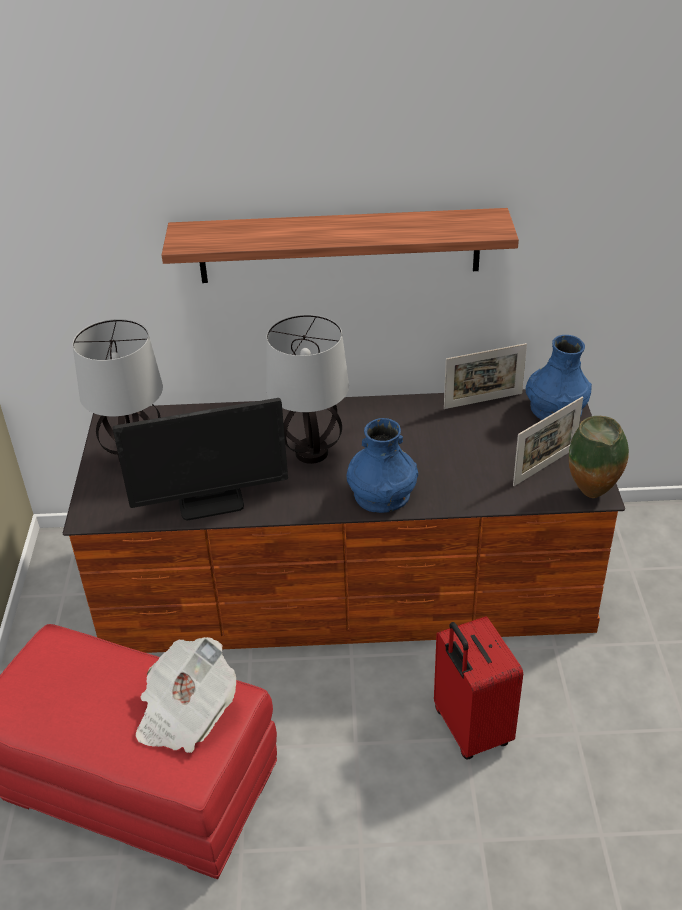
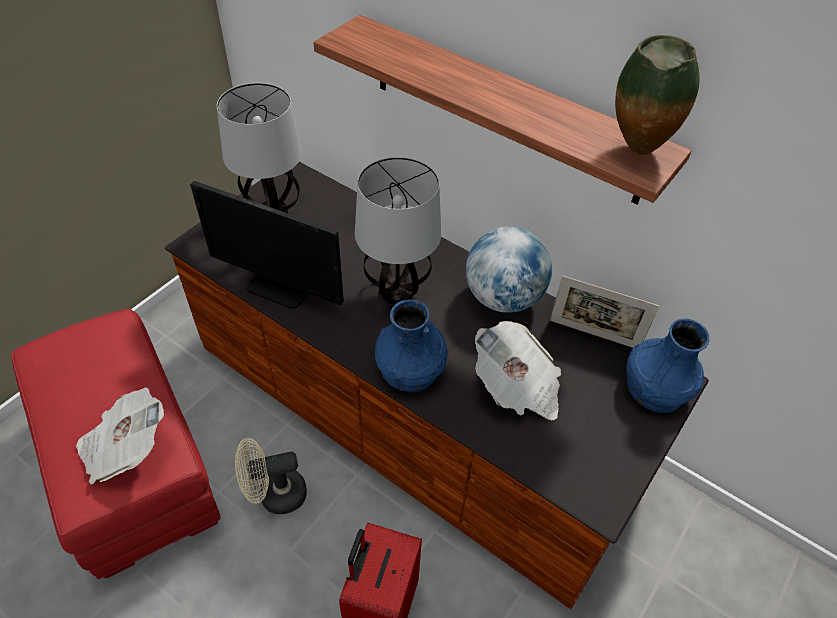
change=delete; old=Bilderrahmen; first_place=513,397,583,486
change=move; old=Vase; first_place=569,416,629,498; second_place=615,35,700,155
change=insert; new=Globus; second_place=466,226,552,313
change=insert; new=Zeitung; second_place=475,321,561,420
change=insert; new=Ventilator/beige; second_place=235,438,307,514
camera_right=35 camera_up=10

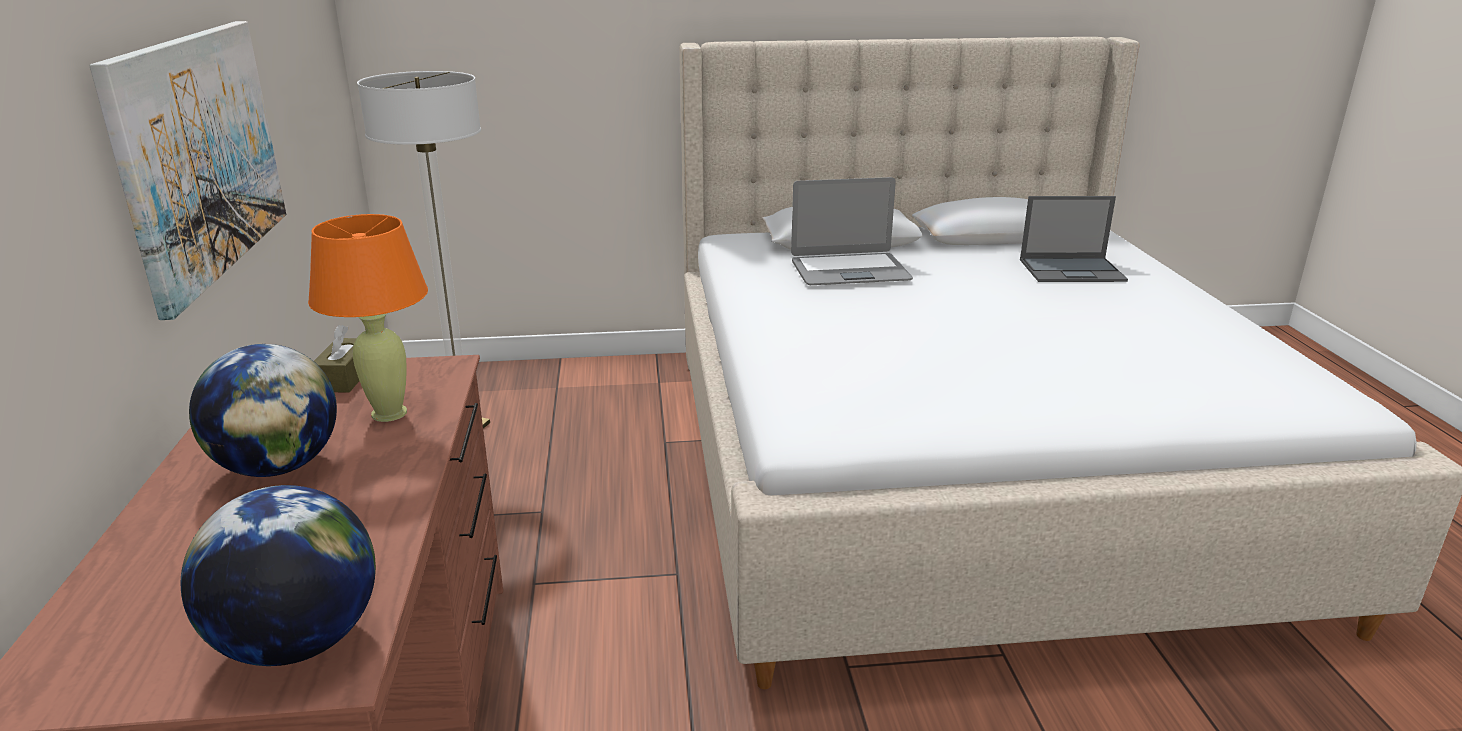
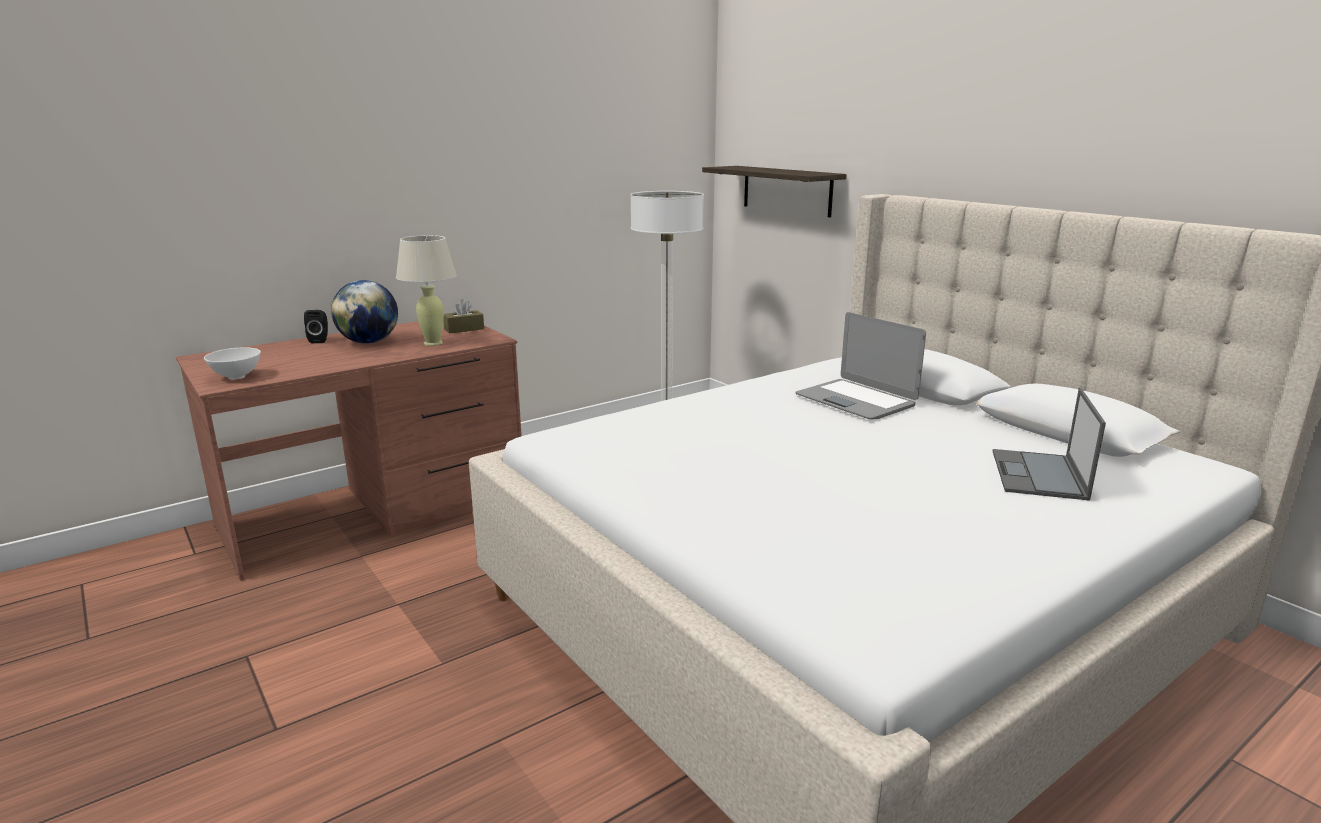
change=delete; old=Bild; first_place=90,21,286,320
change=rotate; old=Laptop; first_place=1020,196,1128,282; second_place=993,388,1106,501; degrees=45
change=recolor; old=Tischlampe/orange; new=Tischlampe/beige; first_place=308,214,428,422; second_place=396,235,457,346
change=replace; old=Globus; new=Schüssel/weiß; first_place=180,485,376,666; second_place=204,347,261,380
change=insert; new=Wandregal; second_place=702,166,847,217
change=insert; new=Lautsprecher/schwarz; second_place=304,310,328,343
camera_right=60 camera_up=-5

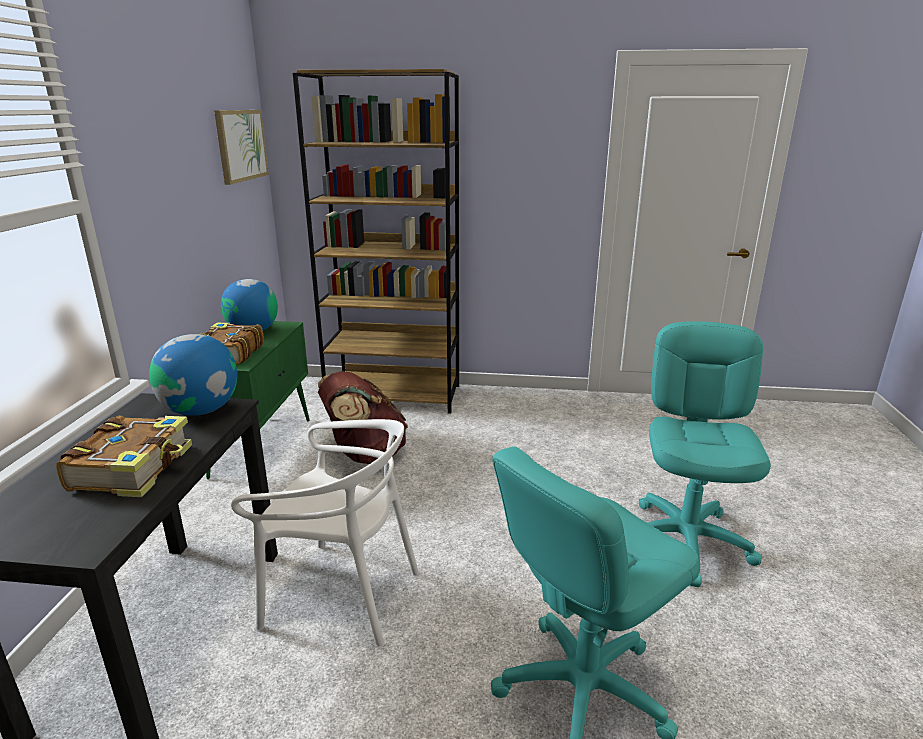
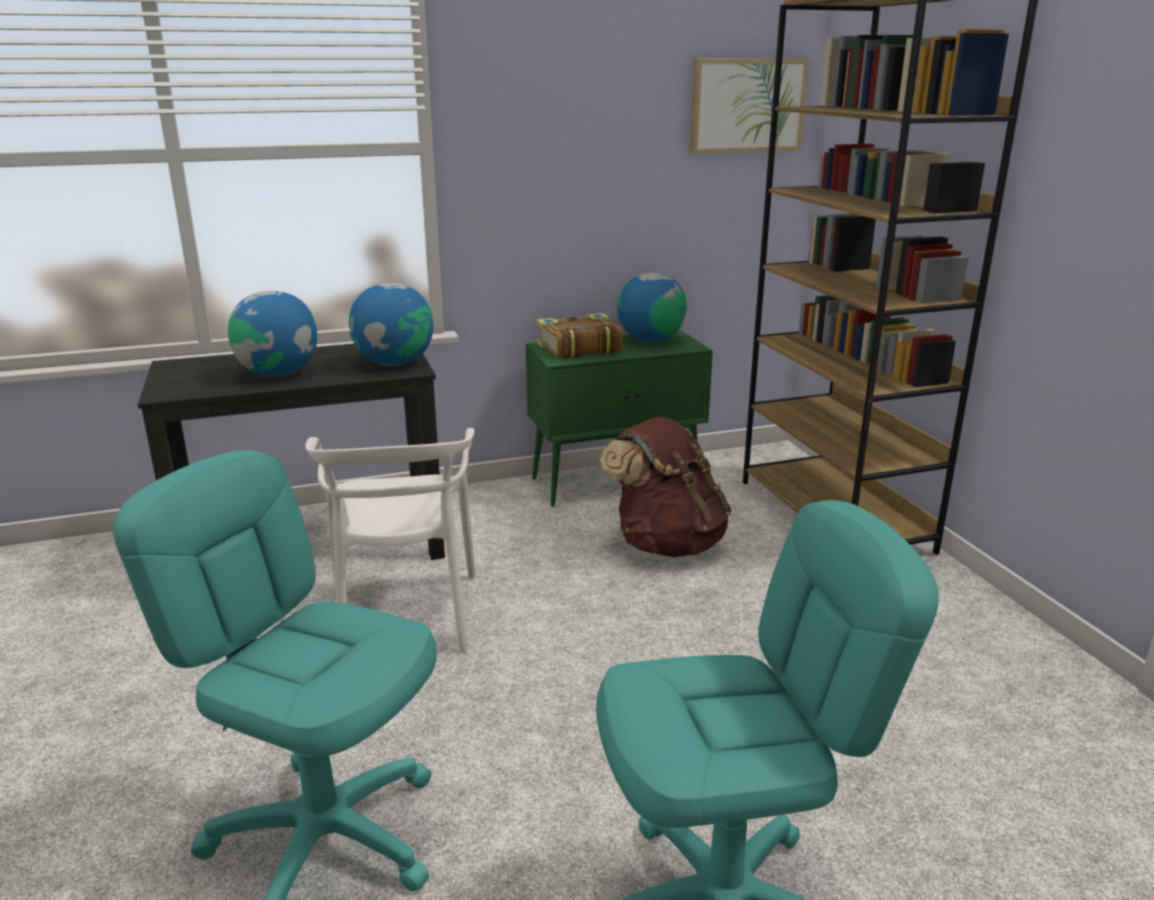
change=replace; old=Buch; new=Globus; first_place=56,416,192,497; second_place=228,291,317,377
camera_right=65 camera_up=0

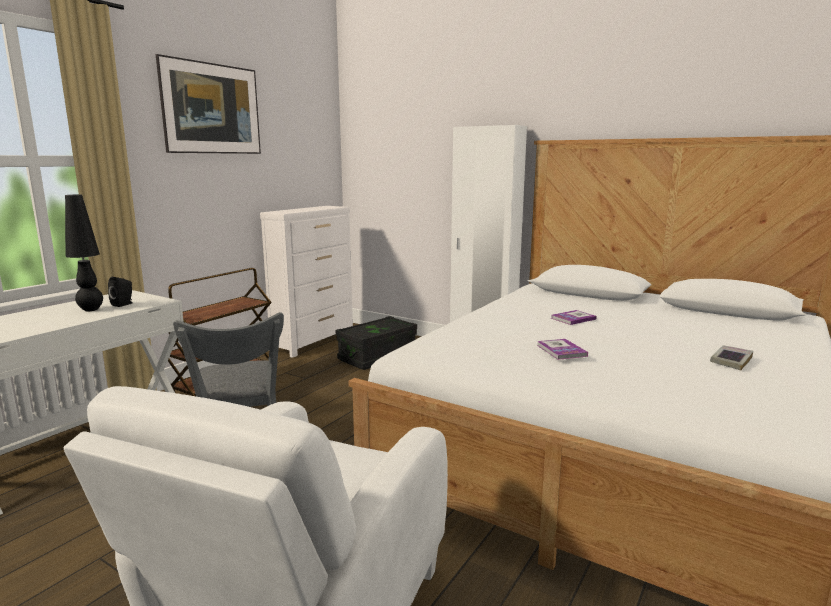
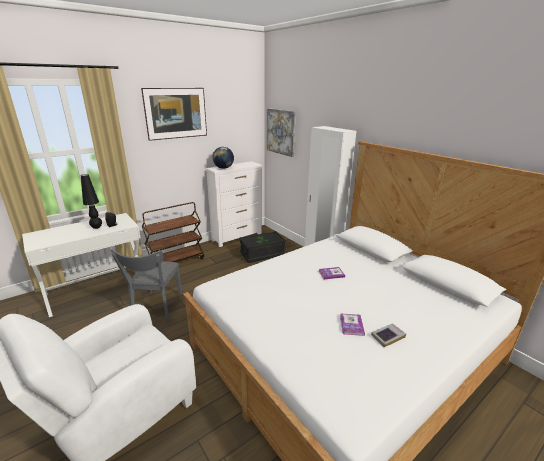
change=move; old=Buch; first_place=537,339,588,360; second_place=340,313,365,336
change=insert; new=Bild; second_place=267,108,296,157
change=insert; new=Globus; second_place=212,147,234,169
camera_right=20 camera_up=10

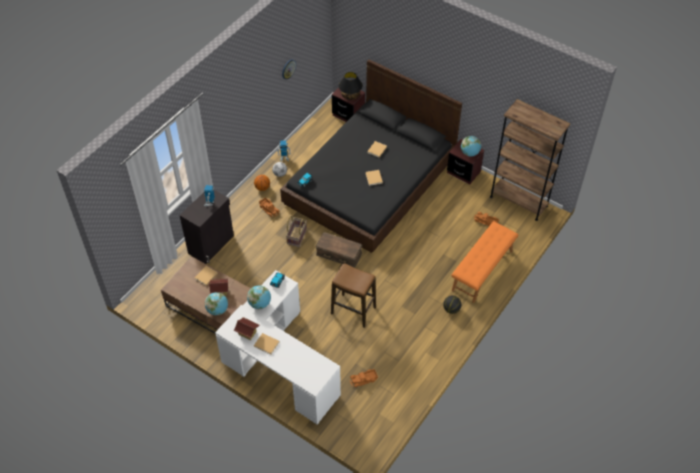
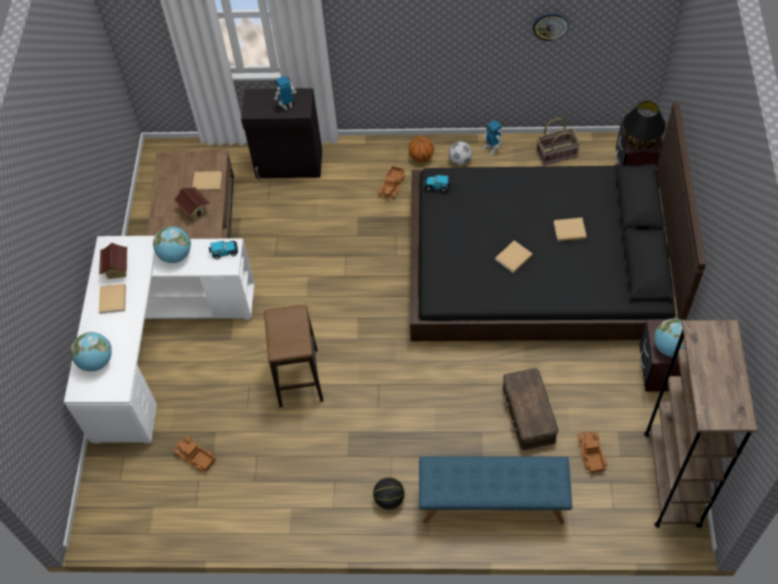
change=move; old=Korb; first_place=286,216,307,247; second_place=536,118,580,166
change=recolor; old=Bank/orange; new=Bank/blau; first_place=451,221,518,303; second_place=419,456,572,524
change=move; old=Aufbewahrungsbox/braun; first_place=316,232,362,268; second_place=503,368,558,450
change=move; old=Globus; first_place=205,292,228,316; second_place=71,332,112,371
camera_right=60 camera_up=5

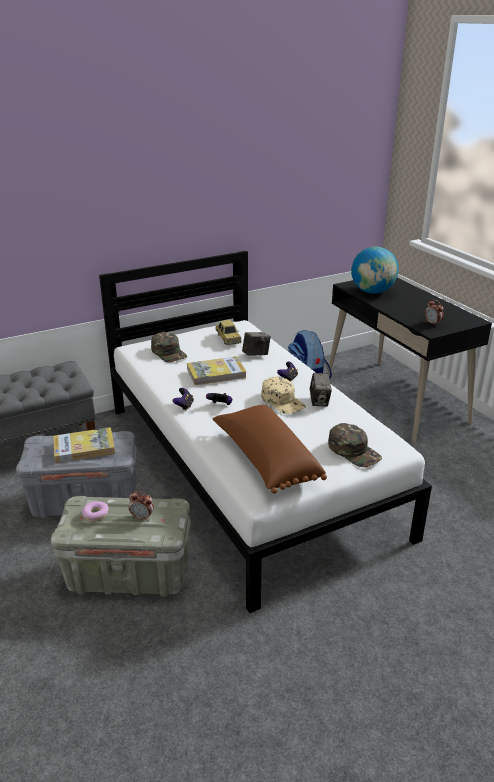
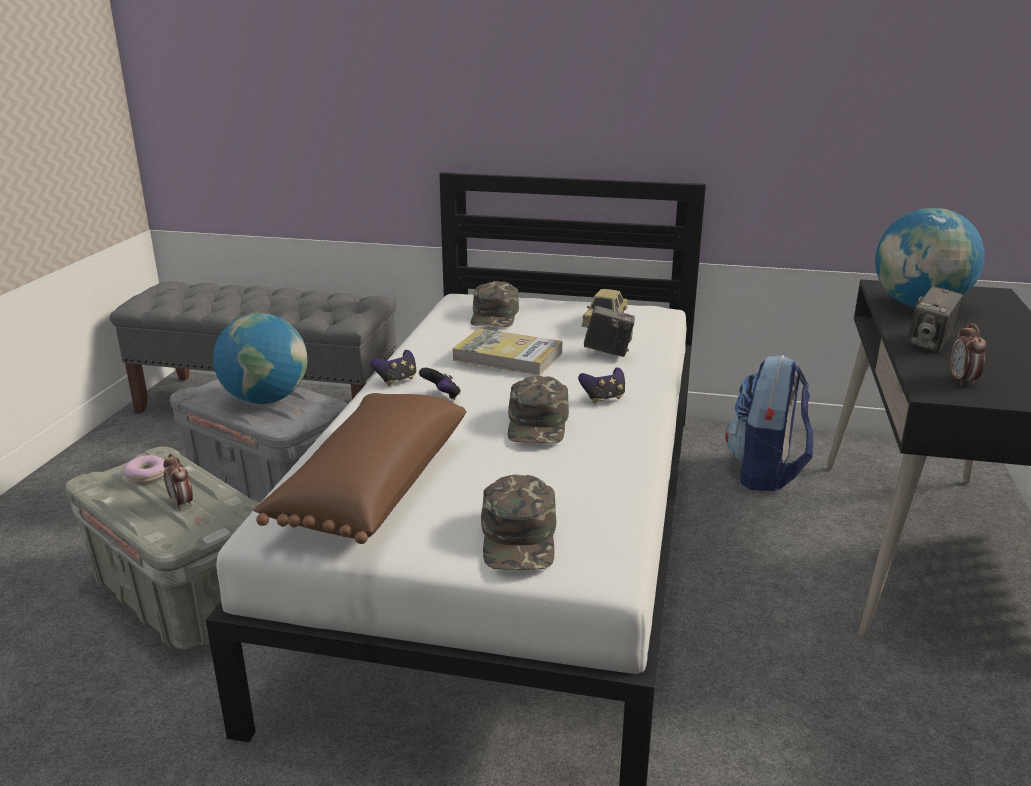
change=move; old=Kamera; first_place=310,373,332,406; second_place=908,286,963,352
change=recolor; old=Kappe/beige; new=Kappe/grün; first_place=261,377,305,414; second_place=508,375,569,444
change=replace; old=Buch; new=Globus; first_place=53,427,115,463; second_place=213,313,307,404
camera_right=40 camera_up=-5

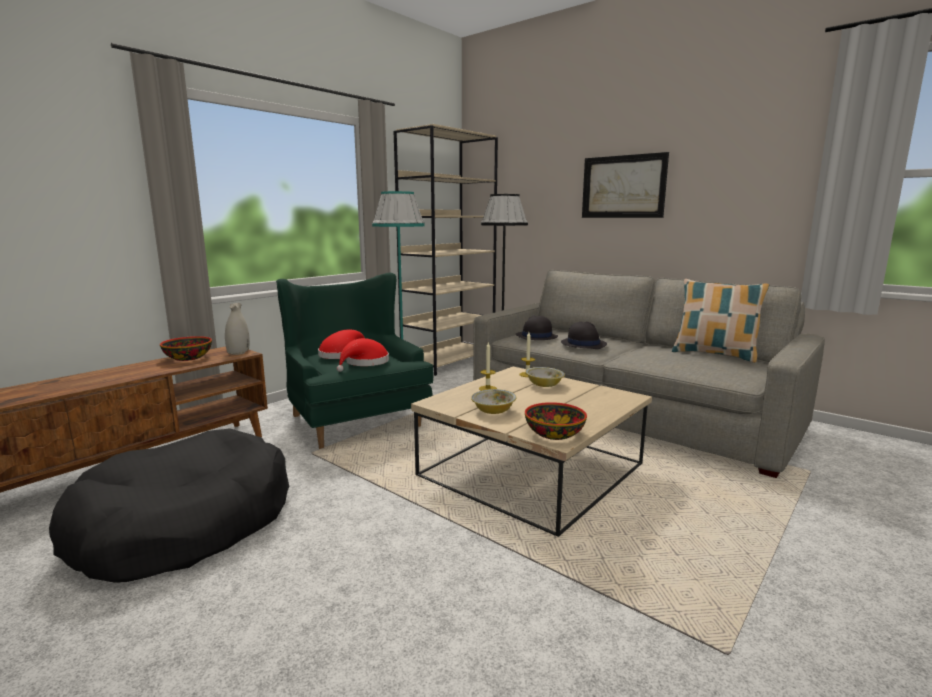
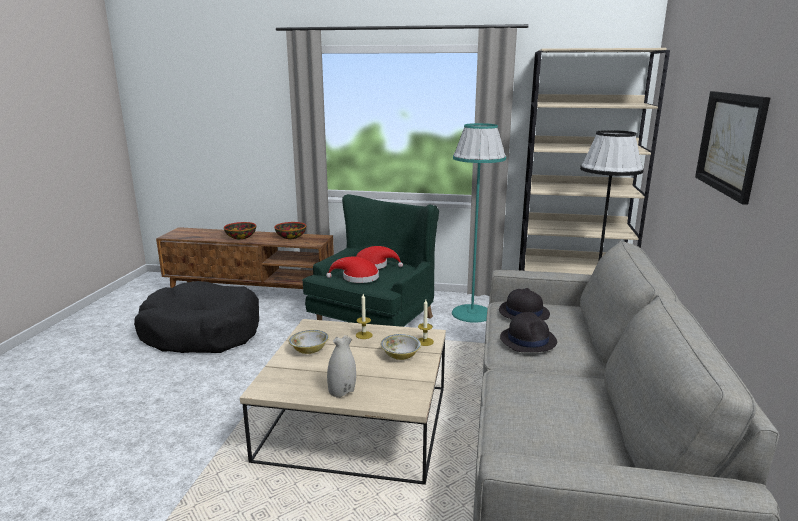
change=delete; old=Kissen; first_place=672,279,769,363
change=move; old=Vase/weiß; first_place=225,303,250,355; second_place=327,335,356,398
change=move; old=Schüssel; first_place=525,402,587,440; second_place=224,222,256,239
camera_right=60 camera_up=5

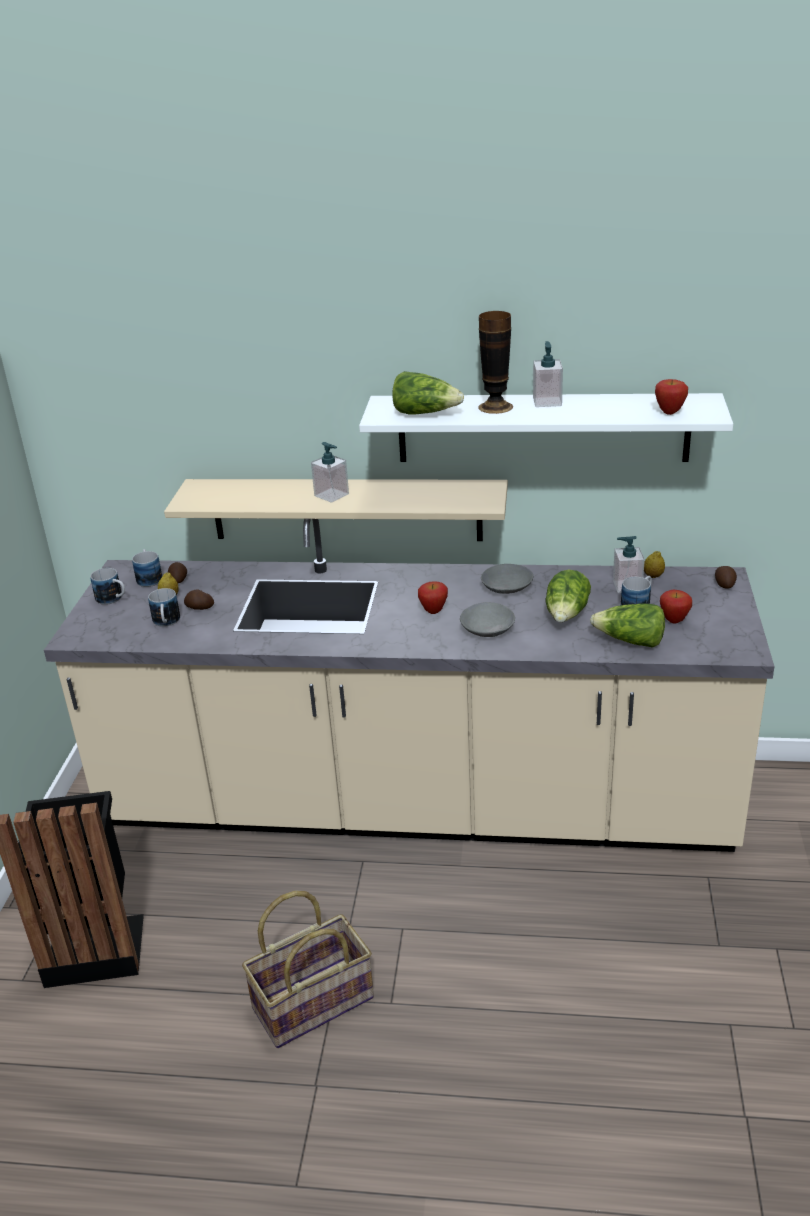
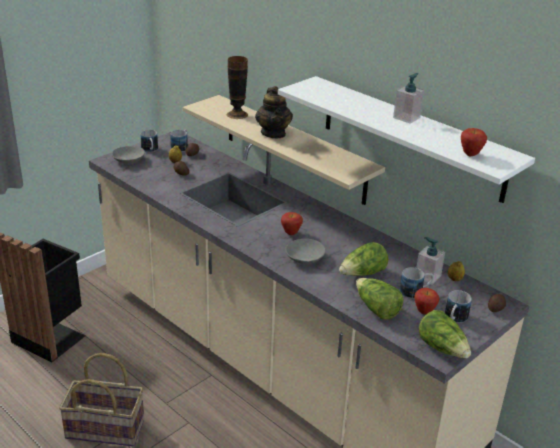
change=move; old=Vase; first_place=478,311,513,414; second_place=227,56,248,119
change=move; old=Salatkopf; first_place=392,371,464,415; second_place=419,310,471,358
change=replace; old=Seifenspender; new=Teekanne; first_place=311,442,349,502; second_place=255,86,293,138
change=move; old=Schüssel/grau; first_place=481,564,533,594; second_place=112,146,145,163
change=move; old=Henkelbecher; first_place=148,588,180,627; second_place=445,290,472,323
camera_right=35 camera_up=0

